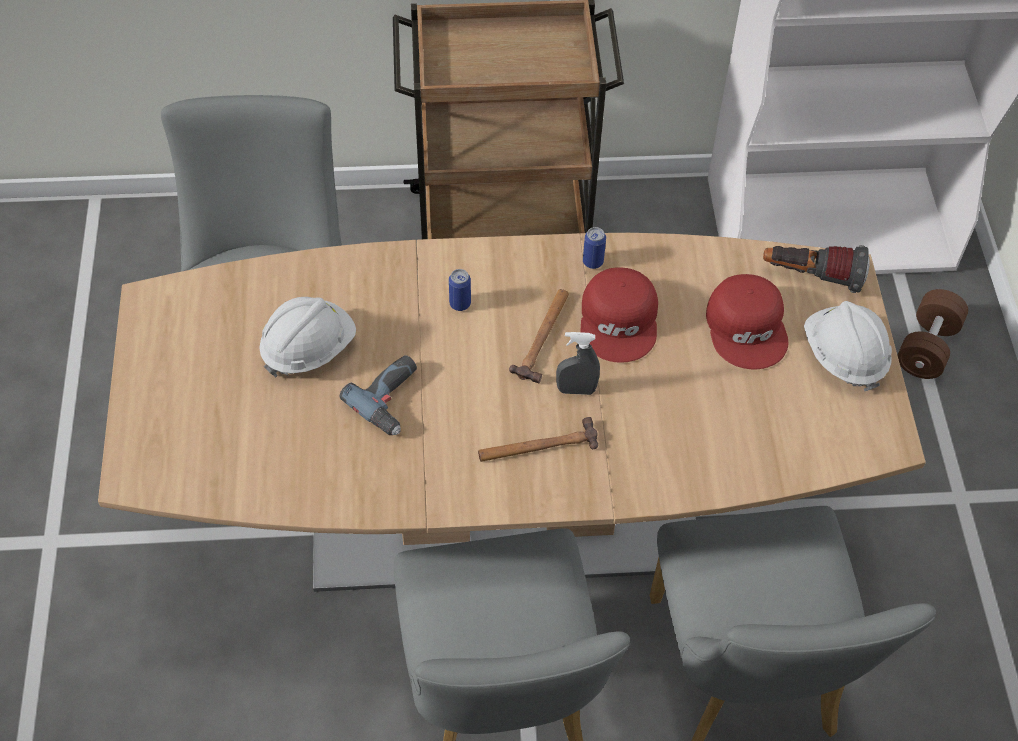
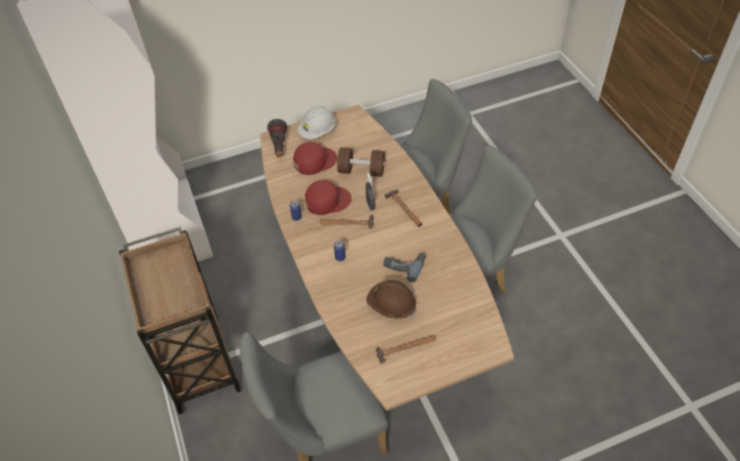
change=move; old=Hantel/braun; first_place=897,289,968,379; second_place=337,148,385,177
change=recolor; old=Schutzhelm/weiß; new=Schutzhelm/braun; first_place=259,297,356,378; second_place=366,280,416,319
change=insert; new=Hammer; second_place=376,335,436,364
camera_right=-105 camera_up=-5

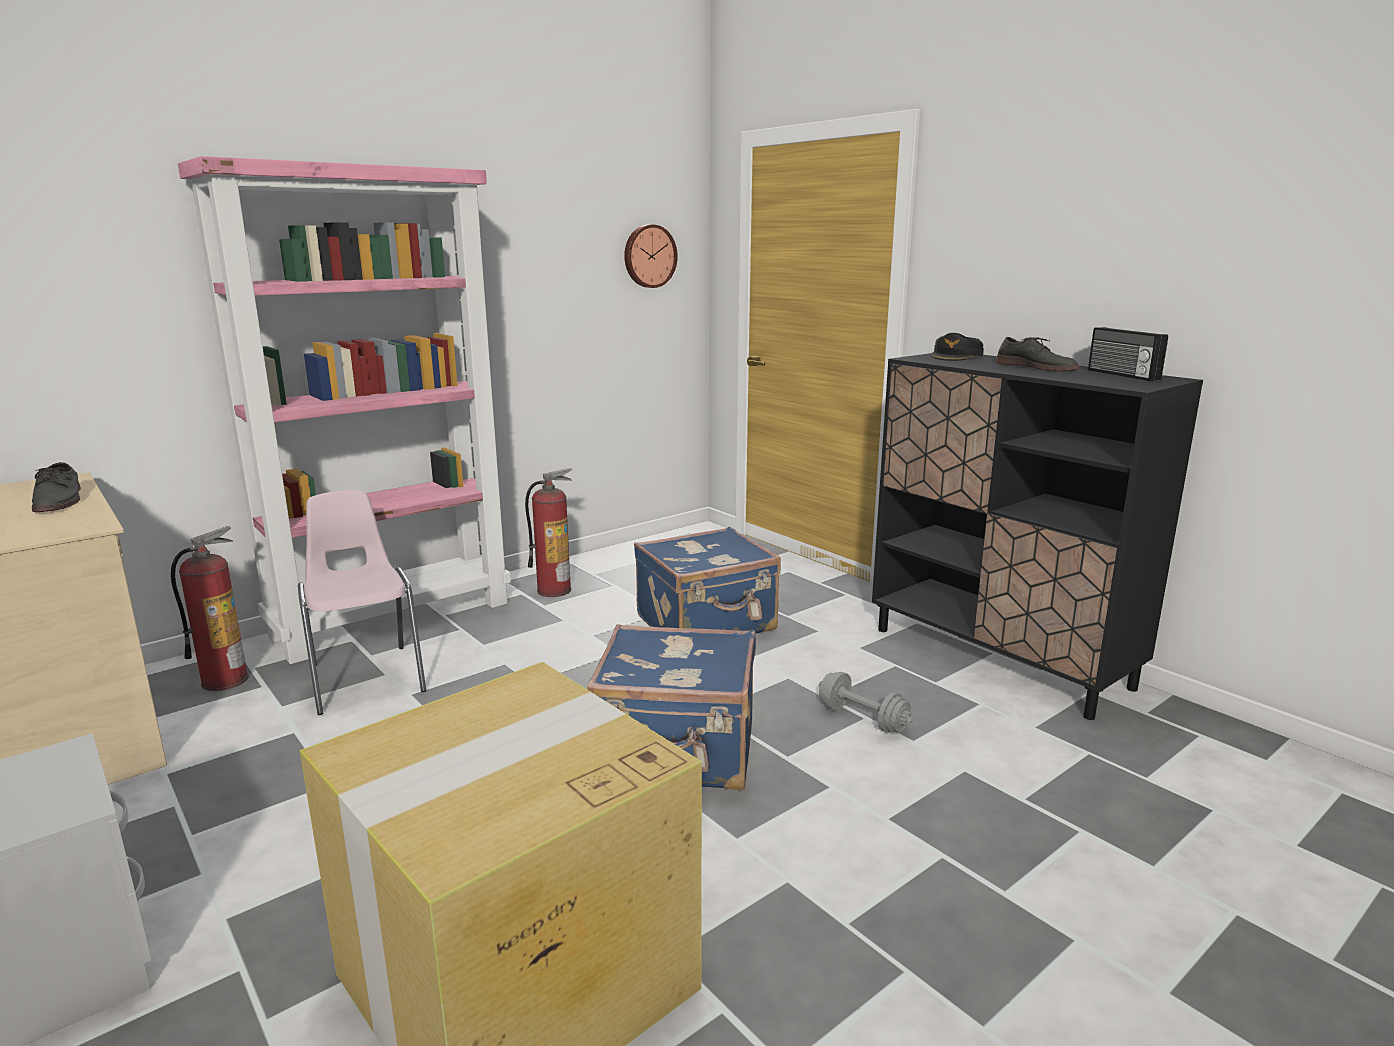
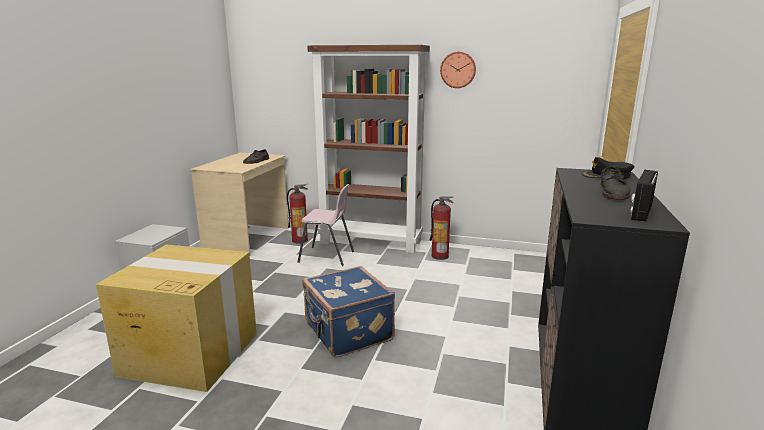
change=recolor; old=Bücherregal/rosa; new=Bücherregal/braun; first_place=178,156,511,664; second_place=307,45,430,253
change=move; old=Wanduhr; first_place=624,224,678,288; second_place=440,52,476,88
change=rotate; old=Stuhl/rosa; first_place=298,490,426,715; second_place=298,184,354,266; degrees=75
change=delete; old=Koffer/blau; first_place=634,527,781,634
change=delete; old=Hantel/grau; first_place=819,672,913,733
camera_right=55 camera_up=0

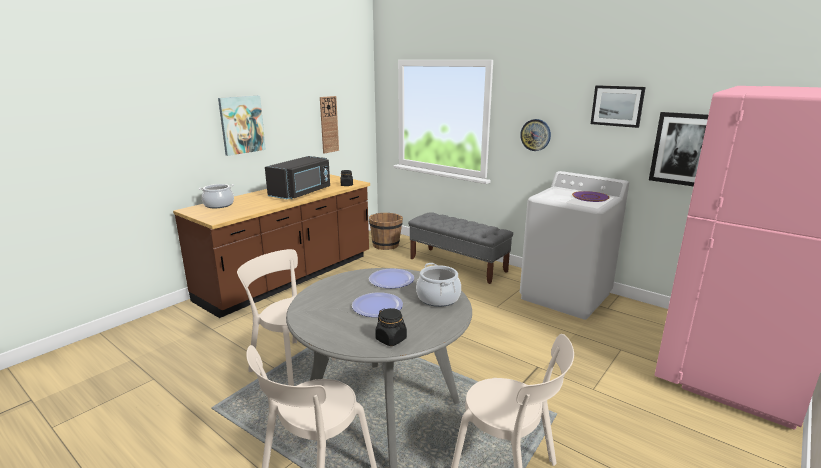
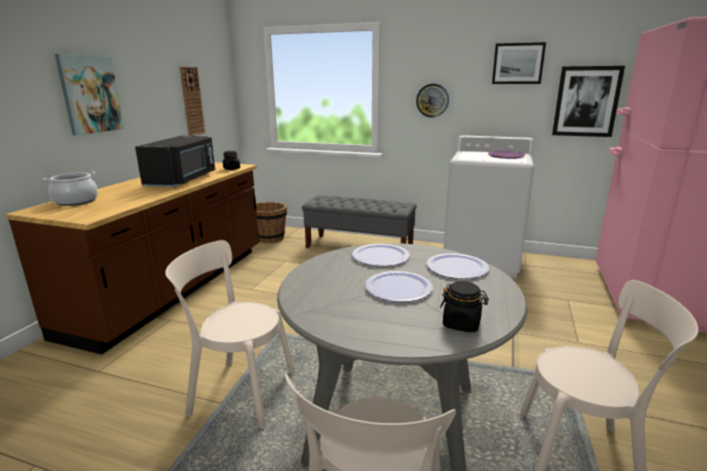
change=replace; old=Kochtopf; new=Teller; first_place=416,263,461,307; second_place=427,253,489,279
camera_right=-20 camera_up=0

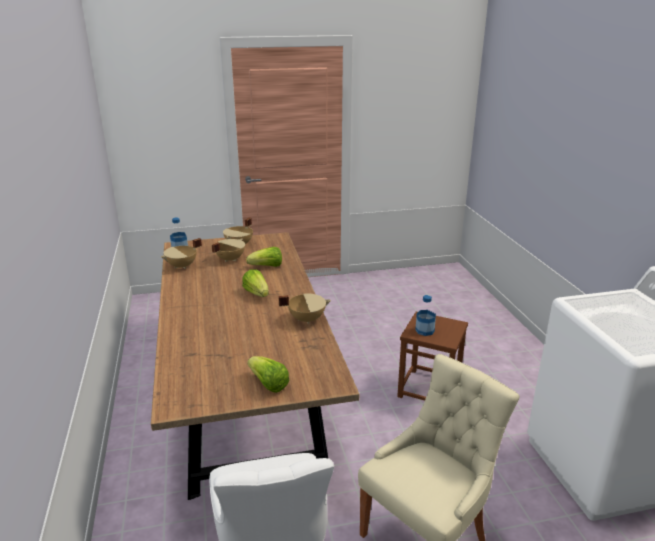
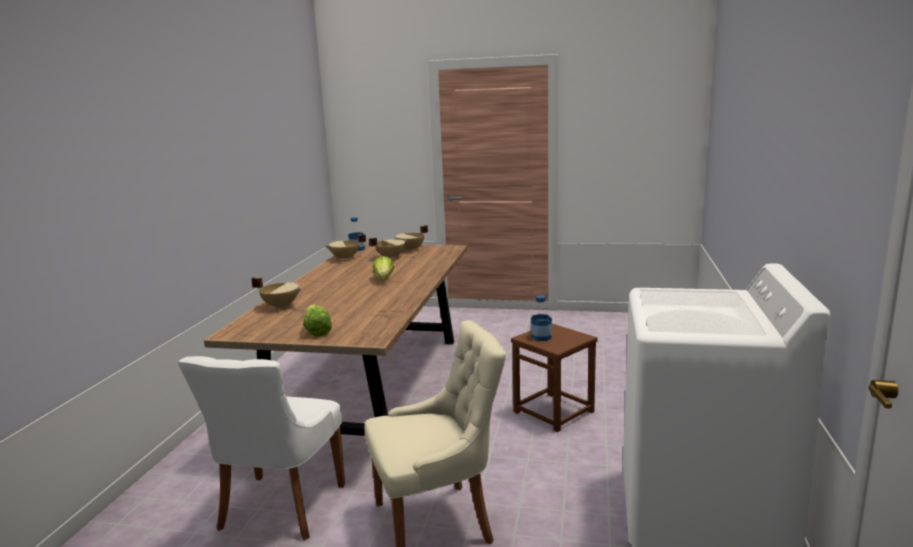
change=delete; old=Salatkopf; first_place=246,247,282,267
change=move; old=Kochtopf/beige; first_place=279,293,331,324; second_place=251,277,302,310
camera_right=25 camera_up=-10

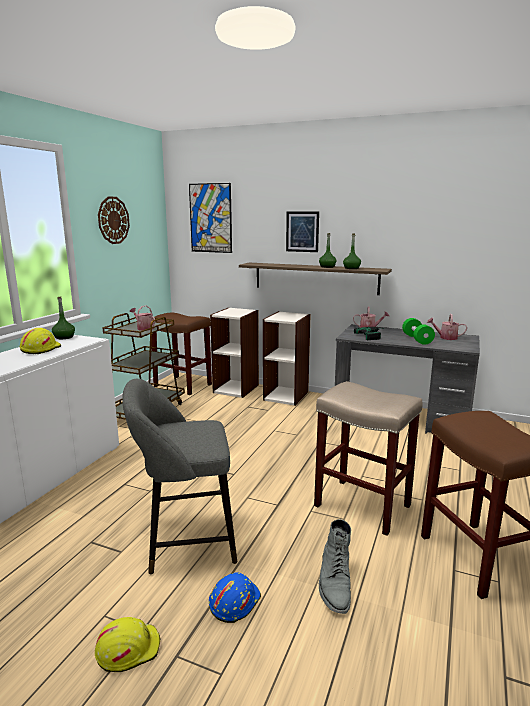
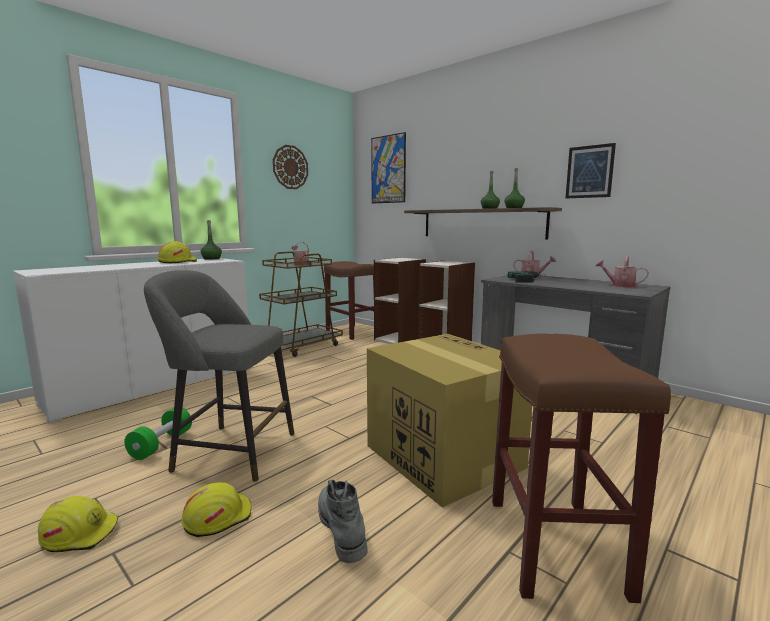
change=move; old=Bild; first_place=286,212,319,252; second_place=566,143,616,199
change=move; old=Hantel/grün; first_place=402,318,435,345; second_place=124,408,192,460
change=replace; old=Hocker/beige; new=Karton; first_place=314,381,423,536; second_place=367,334,532,508
change=rotate; old=Stiefel/grau; first_place=319,519,351,614; second_place=318,480,368,563; degrees=135
change=recolor; old=Schutzhelm/blau; new=Schutzhelm/gelb; first_place=209,572,261,623; second_place=181,482,252,537
camera_right=20 camera_up=-5

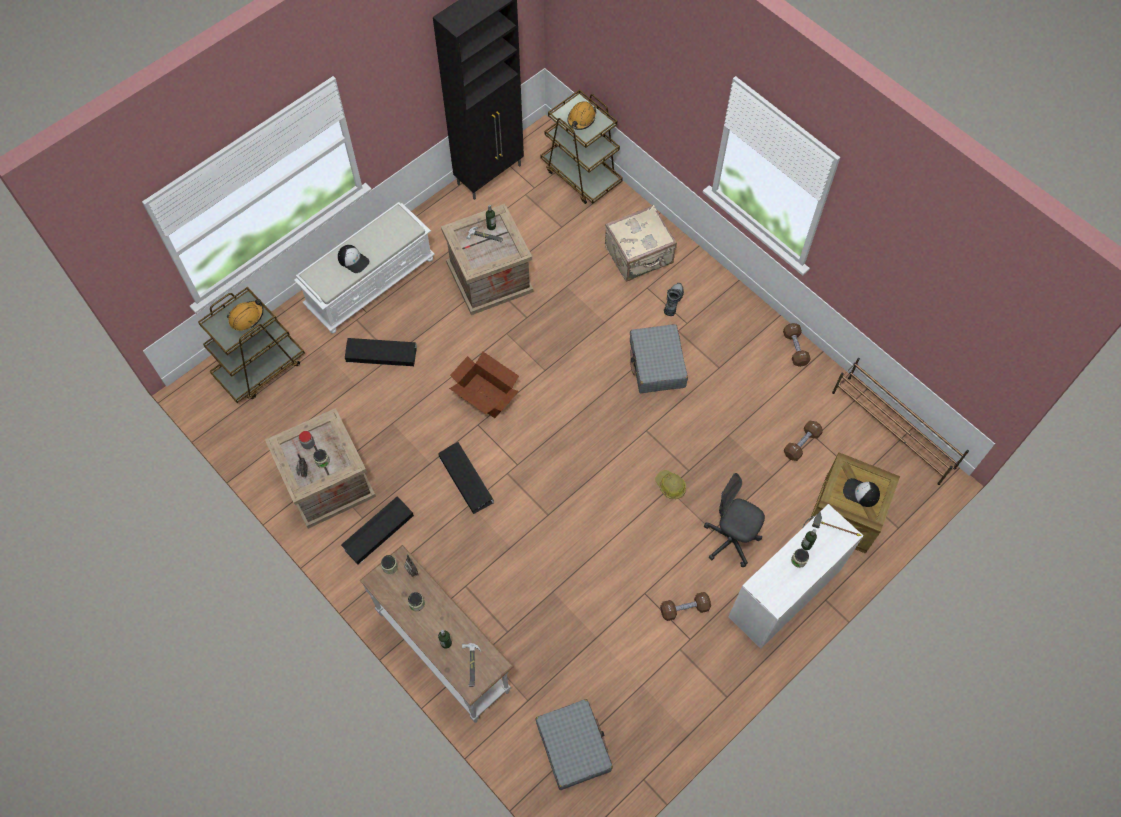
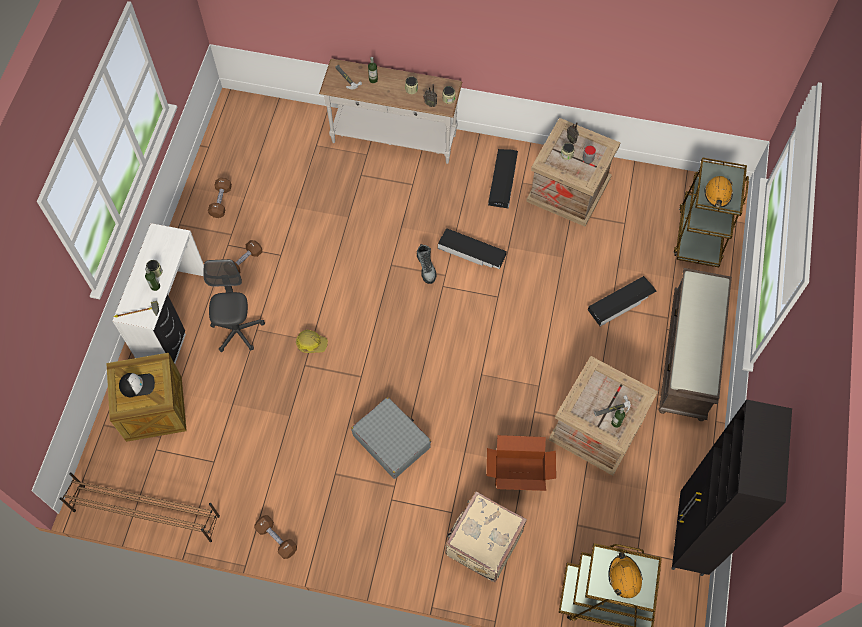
change=recolor; old=Bank/weiß; new=Bank/braun; first_place=294,202,435,333; second_place=659,268,732,421
change=delete; old=Kappe; first_place=338,245,369,273
change=move; old=Stiefel; first_place=664,283,684,316; second_place=417,244,436,284
change=move; old=Karton; first_place=449,352,519,418; second_place=487,435,556,491
change=move; old=Hantel/braun; first_place=784,420,823,461; second_place=208,178,232,218
change=rotate; old=Bürostuhl/grau; first_place=704,473,765,567; second_place=203,259,265,352; degrees=-90
change=delete; old=Koffer/grau; first_place=535,699,613,790
camera_right=145 camera_up=0

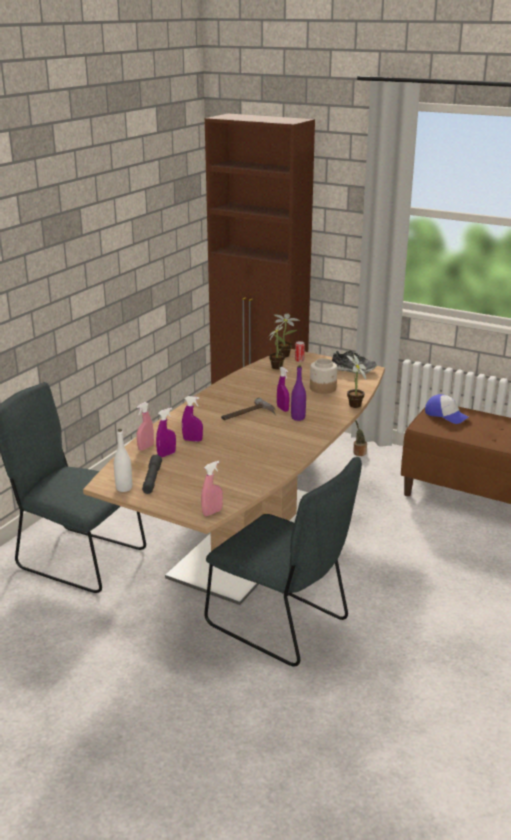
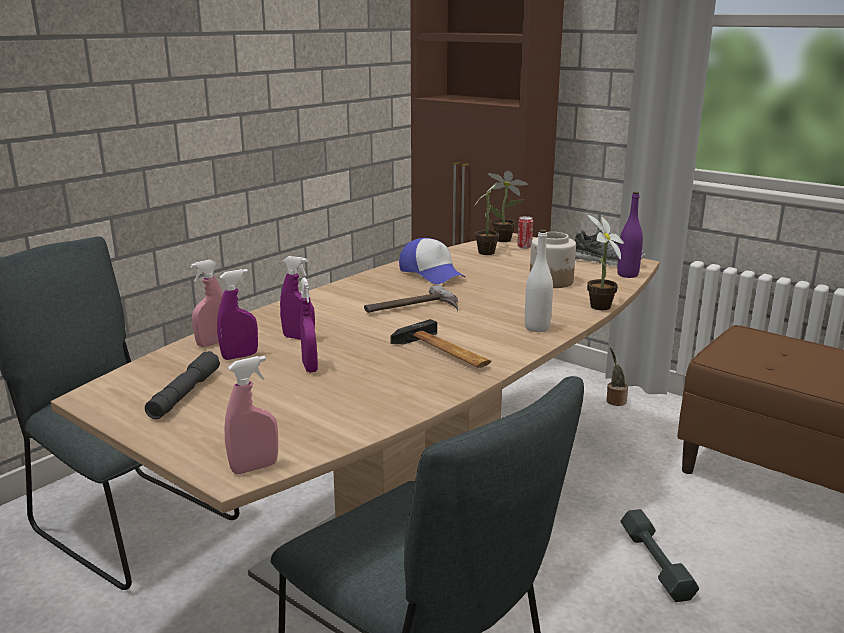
change=move; old=Flasche/lila; first_place=291,366,306,421; second_place=617,192,643,278
change=move; old=Sprühflasche/lila; first_place=277,367,289,412; second_place=300,278,318,373
change=move; old=Kappe; first_place=425,394,469,424; second_place=399,238,465,284
change=move; old=Flasche/weiß; first_place=114,429,132,492; second_place=525,230,553,332
change=insert; new=Hammer; second_place=390,319,491,368
change=insert; new=Hantel/grau; second_place=621,509,699,602
camera_right=10 camera_up=-5

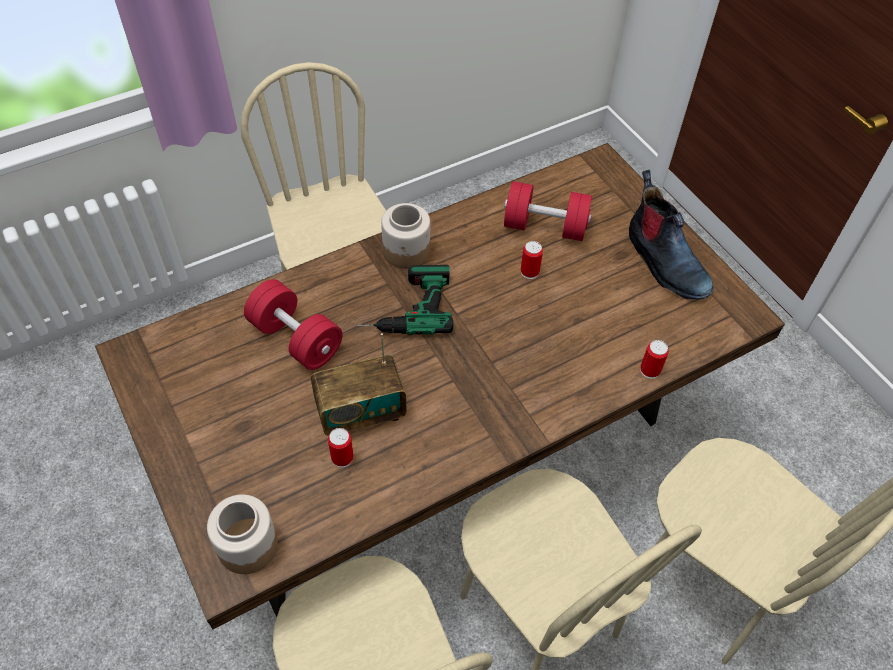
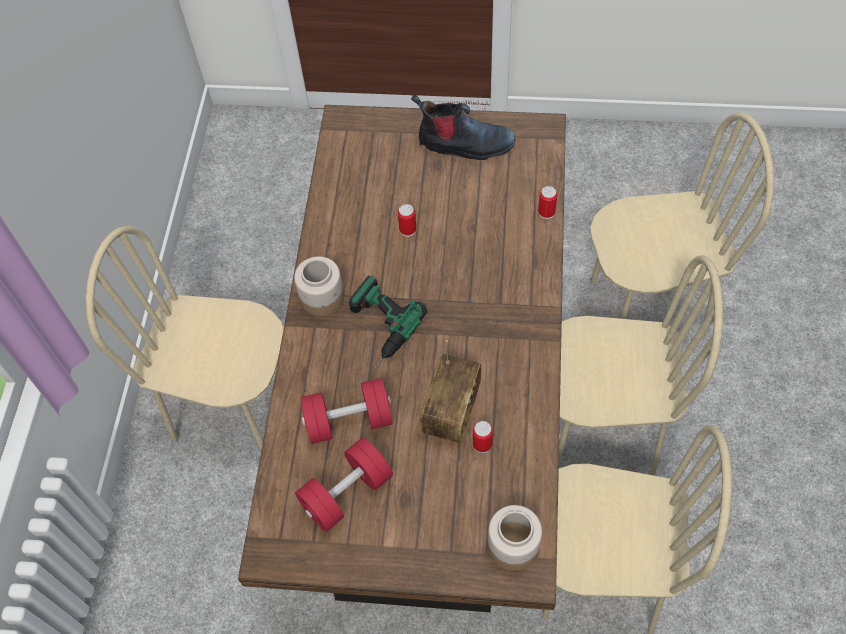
change=move; old=Hantel/rot; first_place=504,181,592,241; second_place=295,438,393,532
camera_right=-50 camera_up=5

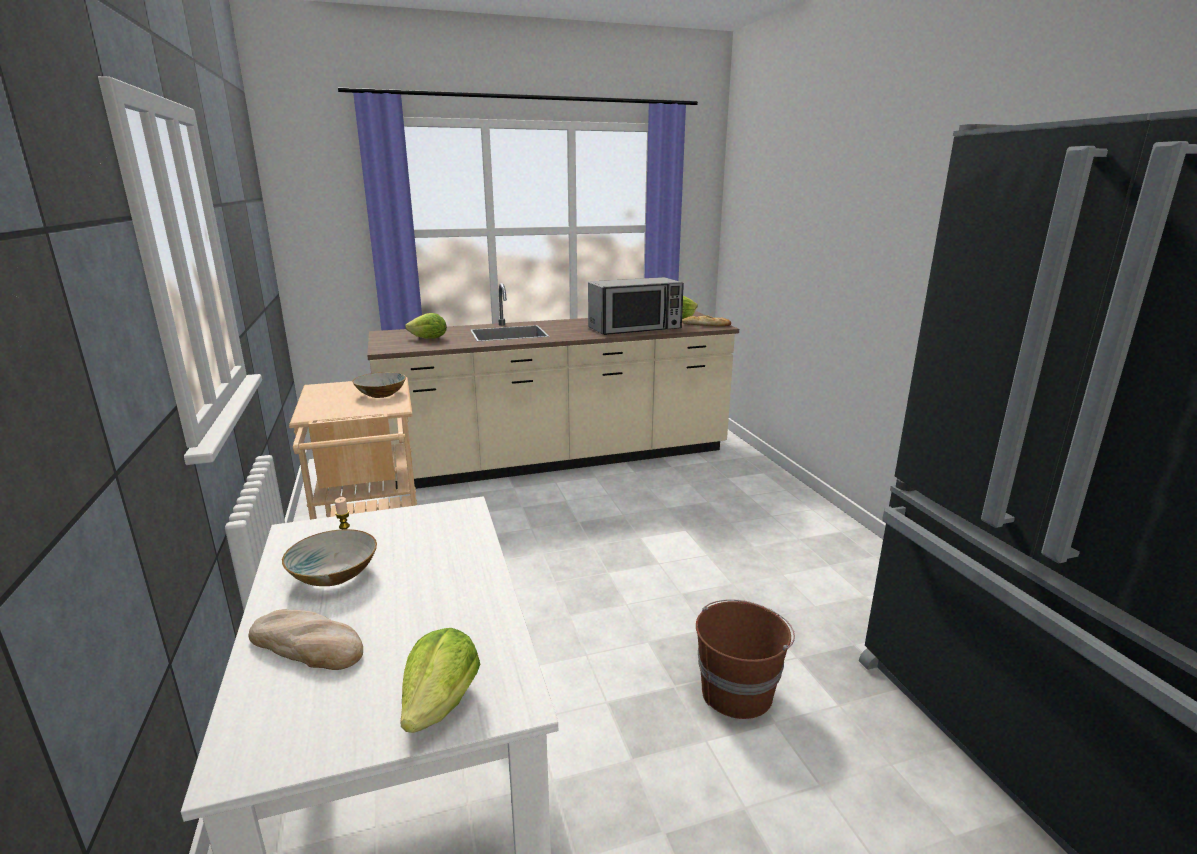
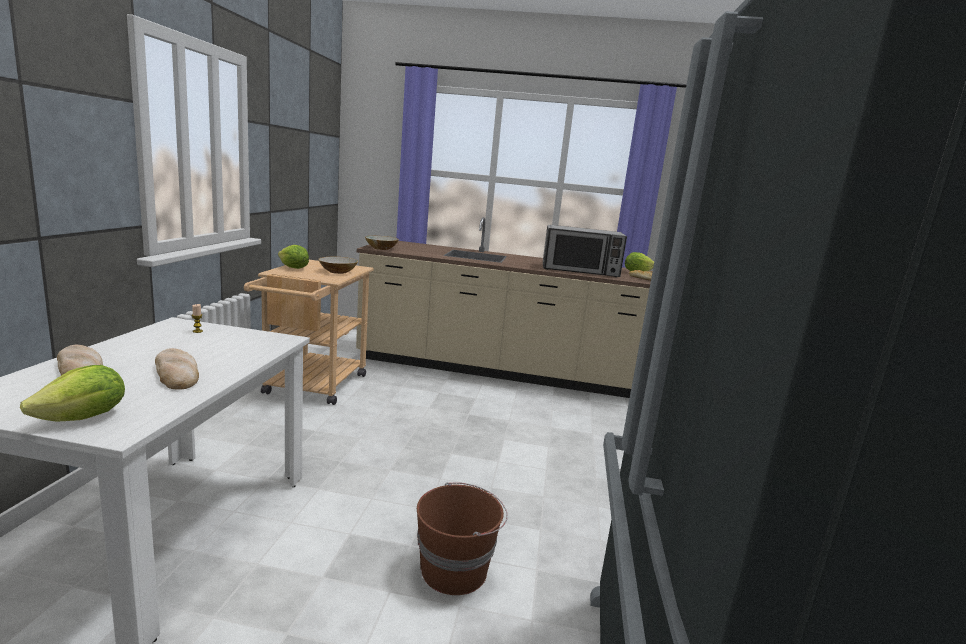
change=move; old=Salatkopf; first_place=405,313,447,339; second_place=278,245,309,269
change=move; old=Schüssel; first_place=282,529,377,586; second_place=365,236,399,250
change=insert; new=Brot; second_place=155,348,199,390
camera_right=25 camera_up=-5

